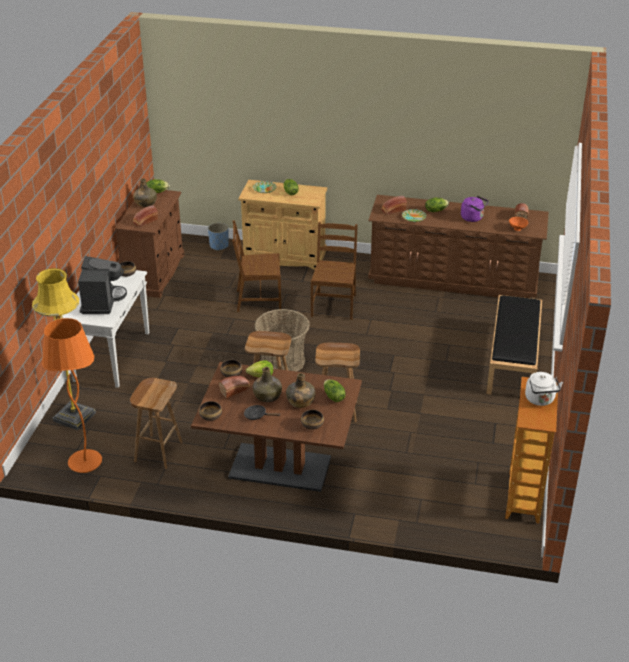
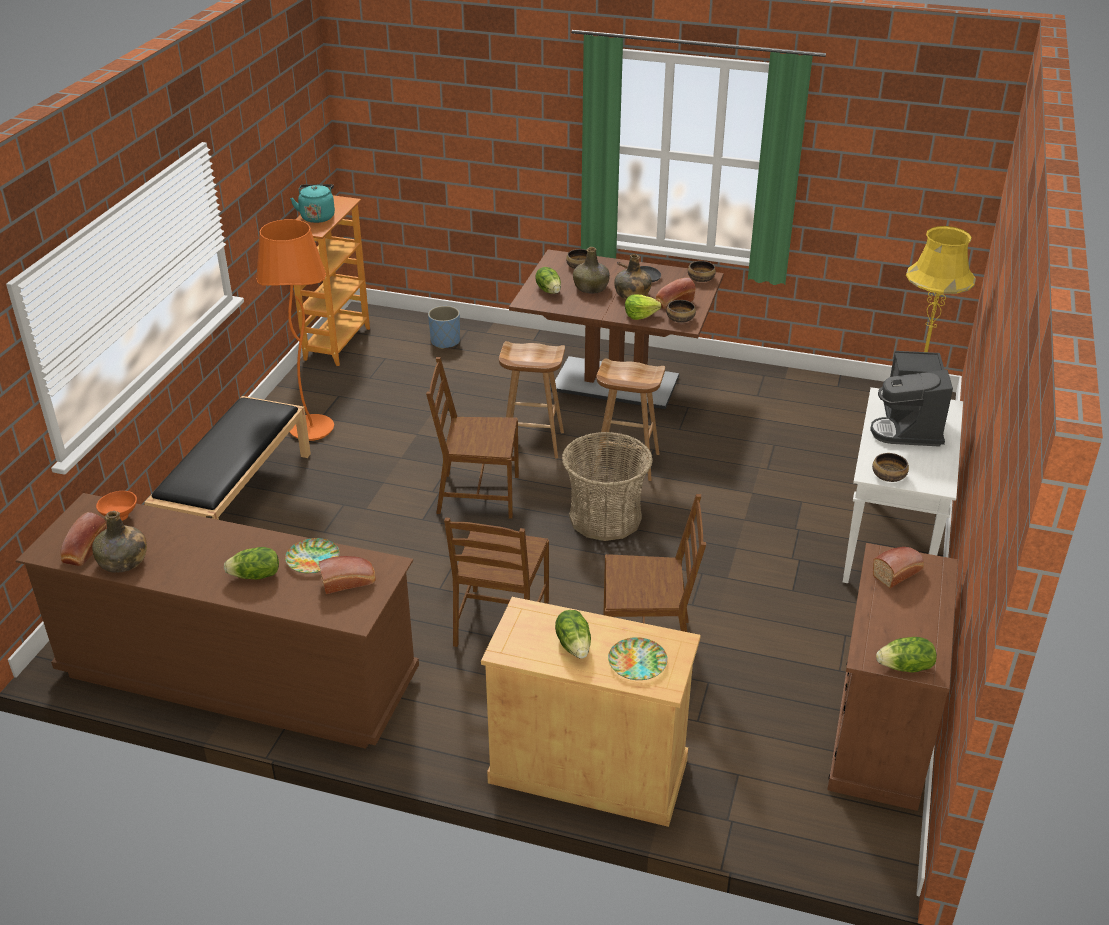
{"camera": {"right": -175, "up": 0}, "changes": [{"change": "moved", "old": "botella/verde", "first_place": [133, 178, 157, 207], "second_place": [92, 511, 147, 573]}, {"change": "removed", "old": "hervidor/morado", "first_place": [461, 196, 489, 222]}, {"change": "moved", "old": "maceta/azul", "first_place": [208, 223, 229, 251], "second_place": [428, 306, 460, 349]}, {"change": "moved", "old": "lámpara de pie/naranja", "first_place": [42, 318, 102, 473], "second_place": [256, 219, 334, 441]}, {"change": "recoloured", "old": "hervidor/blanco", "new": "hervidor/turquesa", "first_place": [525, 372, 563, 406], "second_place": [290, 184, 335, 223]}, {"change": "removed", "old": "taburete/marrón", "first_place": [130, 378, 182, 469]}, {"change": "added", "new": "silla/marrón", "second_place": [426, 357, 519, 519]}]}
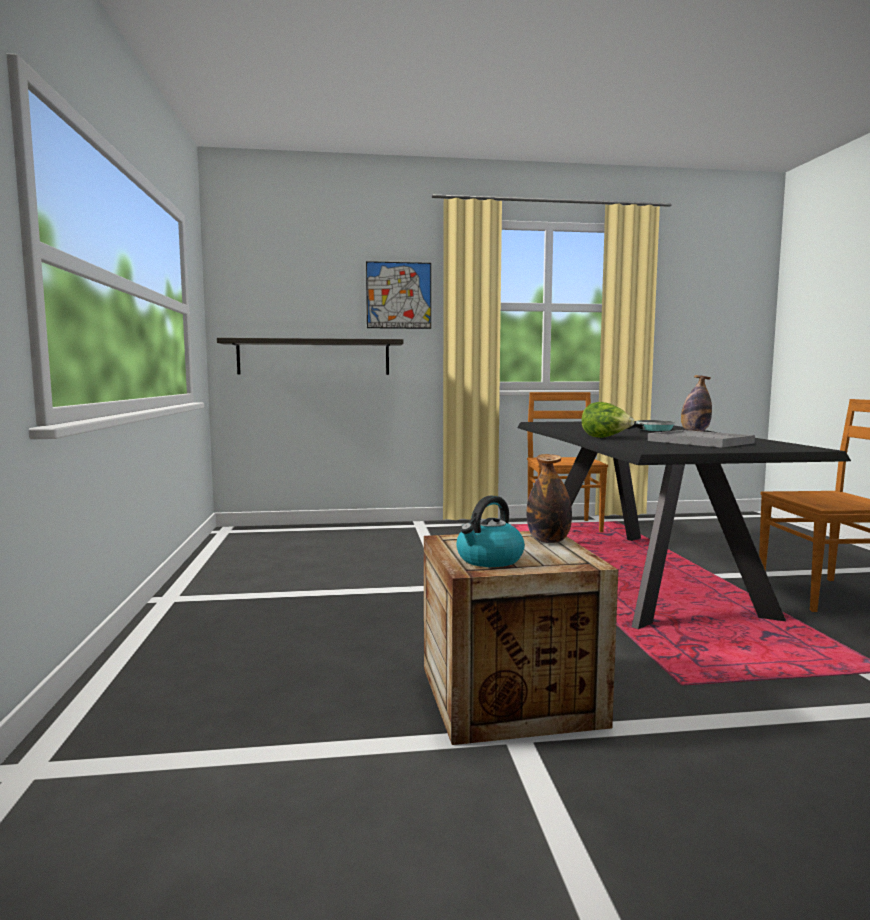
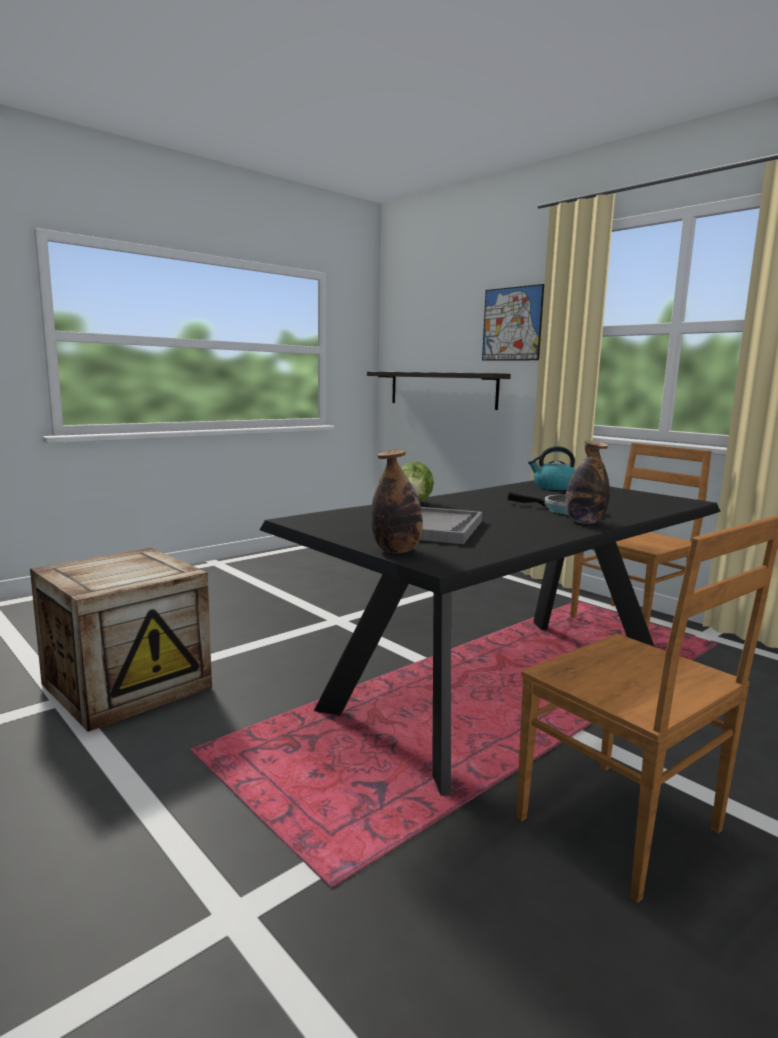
{"camera": {"right": 55, "up": 5}, "changes": [{"change": "moved", "old": "botella", "first_place": [526, 454, 572, 543], "second_place": [371, 449, 423, 553]}, {"change": "moved", "old": "hervidor", "first_place": [456, 495, 525, 567], "second_place": [528, 446, 575, 490]}]}
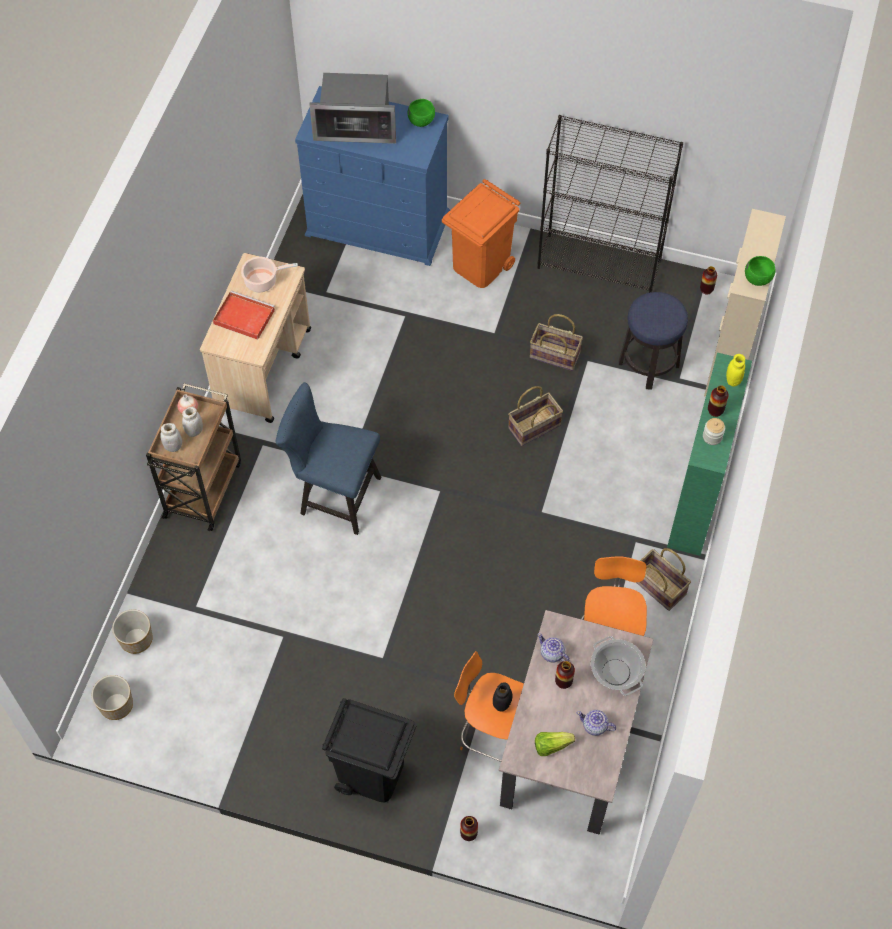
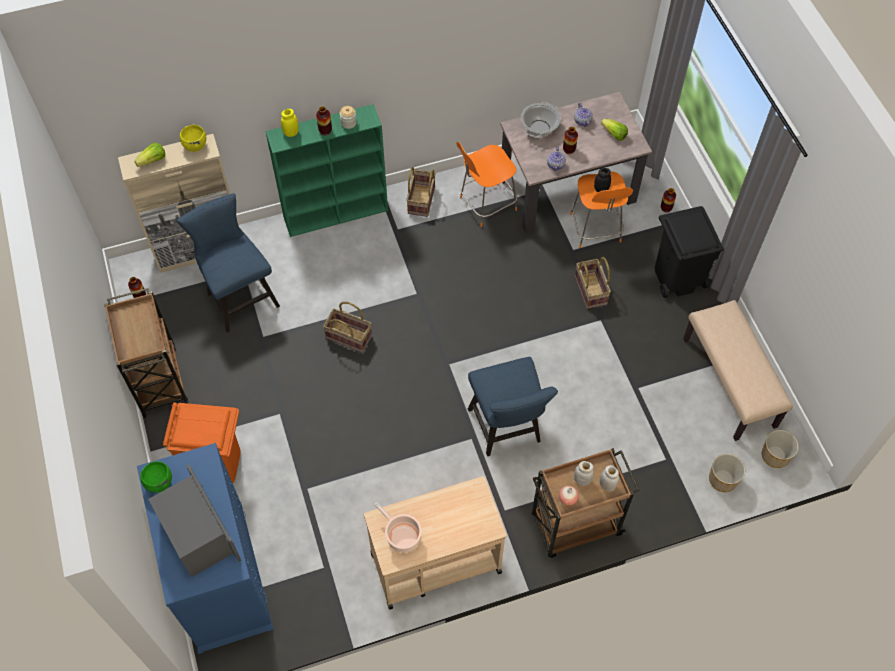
{"camera": {"right": -125, "up": 0}, "changes": [{"change": "replaced", "old": "estantería/negro", "new": "carrito/marrón", "first_place": [537, 115, 683, 293], "second_place": [104, 288, 189, 418]}, {"change": "recoloured", "old": "cuenco/verde", "new": "cuenco/amarillo", "first_place": [745, 256, 775, 286], "second_place": [180, 125, 206, 152]}, {"change": "removed", "old": "bandeja/rojo", "first_place": [213, 290, 275, 340]}, {"change": "replaced", "old": "taburete", "new": "silla/azul", "first_place": [619, 292, 688, 390], "second_place": [176, 193, 280, 332]}, {"change": "moved", "old": "cesta", "first_place": [530, 314, 583, 371], "second_place": [575, 257, 611, 309]}, {"change": "added", "new": "lechuga", "second_place": [135, 143, 165, 167]}, {"change": "added", "new": "banco/beis", "second_place": [683, 300, 793, 441]}]}
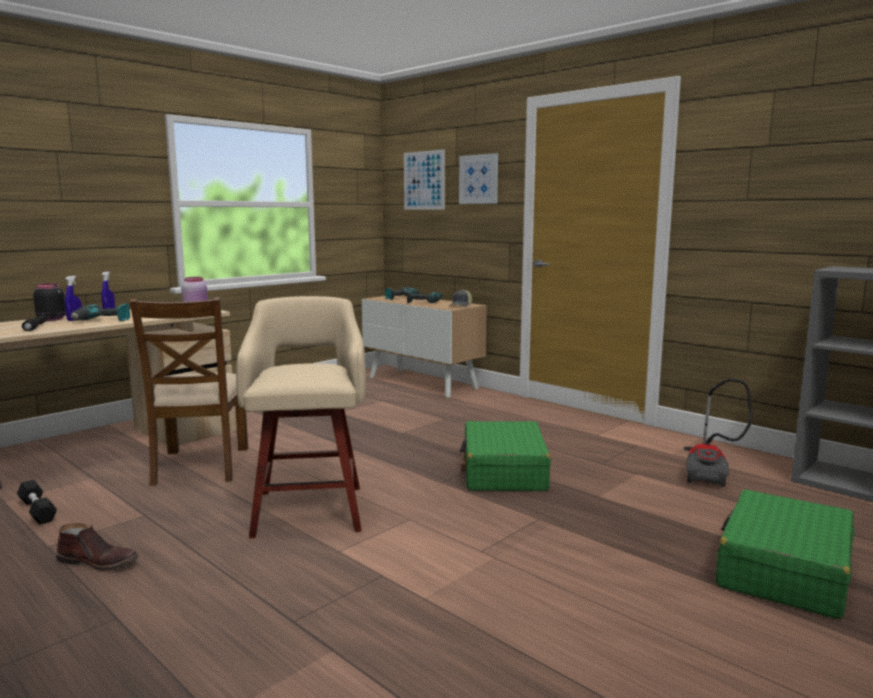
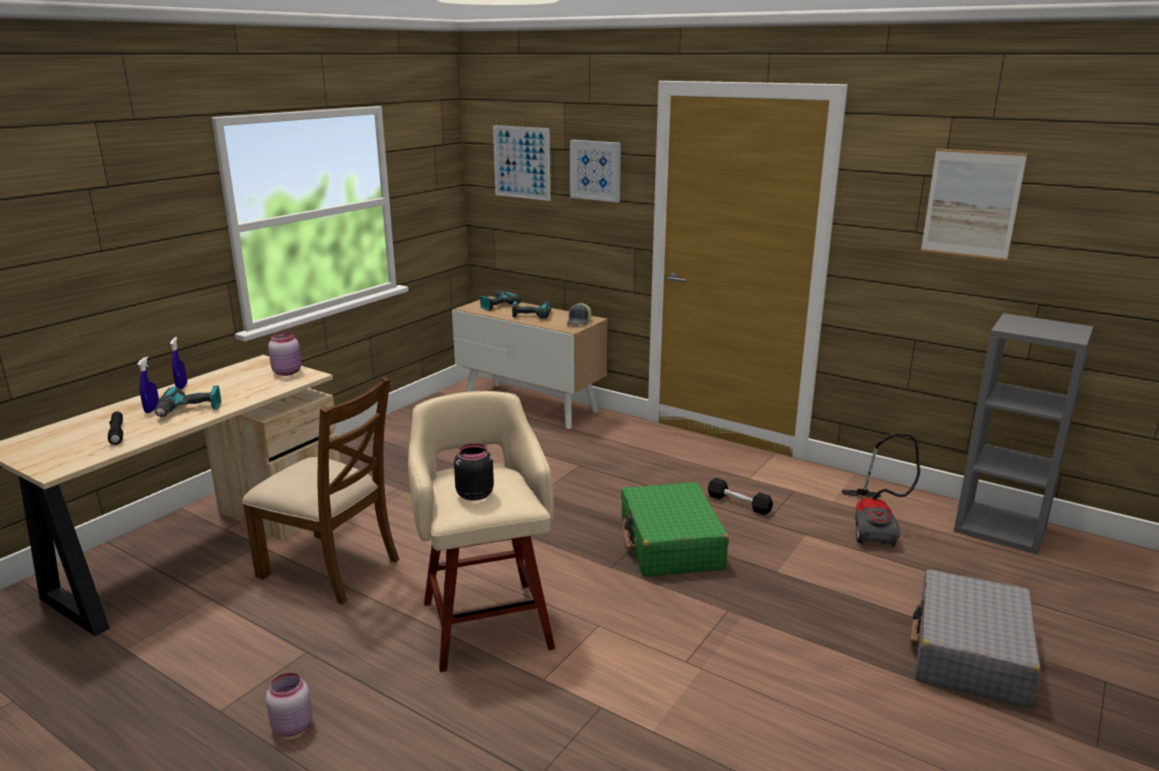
{"camera": {"right": -10, "up": 10}, "changes": [{"change": "moved", "old": "tarro/negro", "first_place": [33, 283, 66, 321], "second_place": [454, 443, 494, 501]}, {"change": "turned", "old": "silla/marrón", "first_place": [130, 298, 248, 486], "second_place": [242, 376, 399, 604], "degrees": -45}, {"change": "moved", "old": "mancuerna/negro", "first_place": [17, 480, 57, 525], "second_place": [708, 478, 773, 515]}, {"change": "recoloured", "old": "maleta/verde", "new": "maleta/gris", "first_place": [716, 490, 855, 619], "second_place": [910, 569, 1041, 708]}, {"change": "replaced", "old": "bota/marrón", "new": "tarro/rosa", "first_place": [56, 523, 139, 571], "second_place": [266, 673, 312, 737]}, {"change": "added", "new": "cuadro", "second_place": [921, 149, 1027, 261]}]}
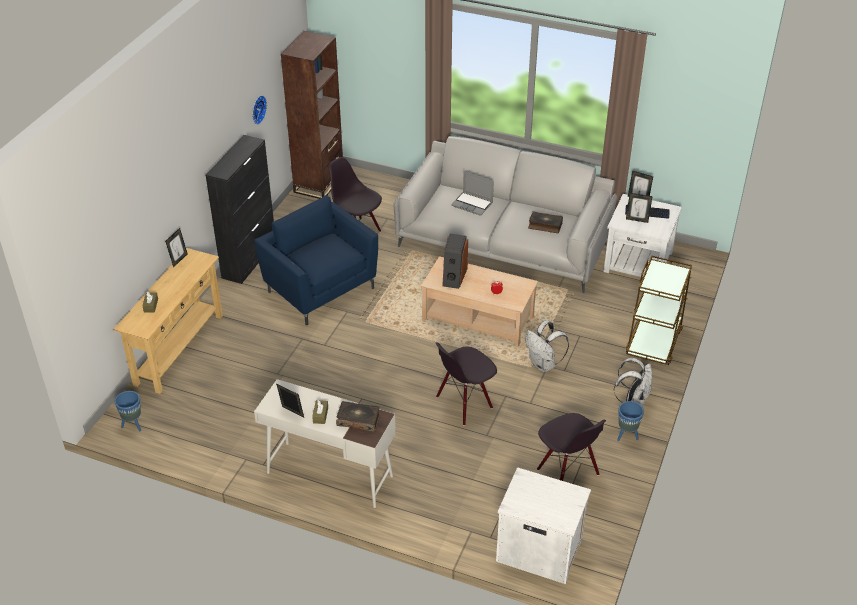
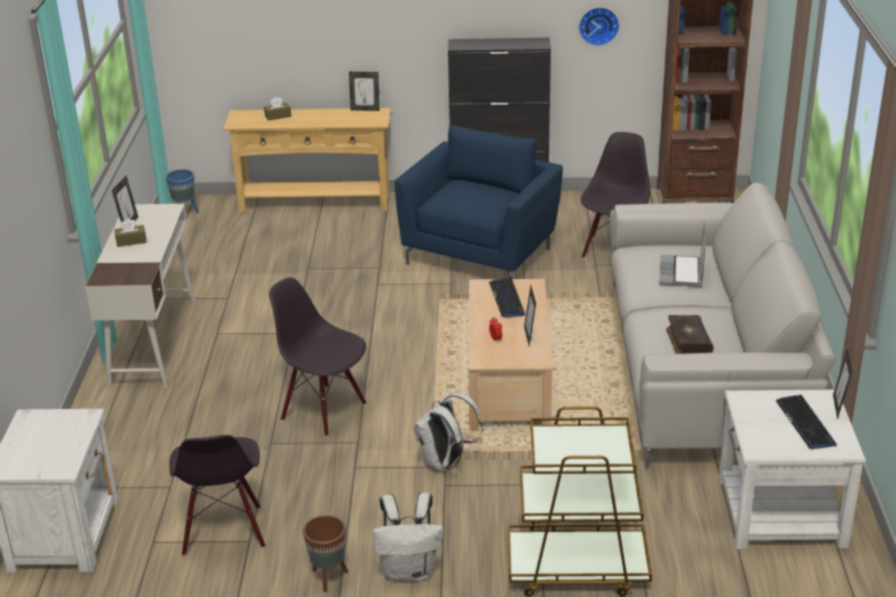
{"camera": {"right": 70, "up": -10}, "changes": [{"change": "moved", "old": "portarretratos", "first_place": [626, 193, 653, 223], "second_place": [524, 285, 536, 347]}, {"change": "replaced", "old": "altavoz", "new": "teclado", "first_place": [442, 233, 468, 289], "second_place": [489, 278, 525, 318]}, {"change": "removed", "old": "libro", "first_place": [336, 401, 380, 432]}, {"change": "recoloured", "old": "maceta/azul", "new": "maceta/marrón", "first_place": [617, 401, 644, 441], "second_place": [303, 515, 348, 592]}, {"change": "turned", "old": "silla/negro", "first_place": [537, 413, 606, 481], "second_place": [169, 435, 265, 556], "degrees": -45}]}
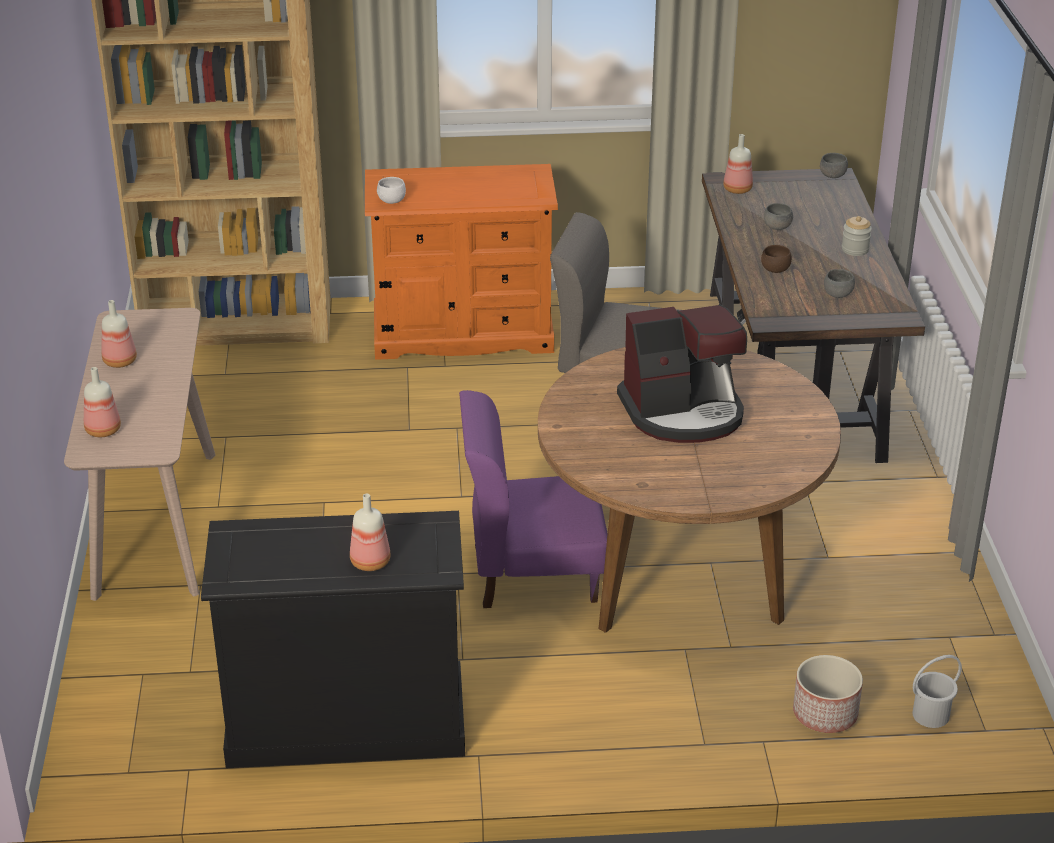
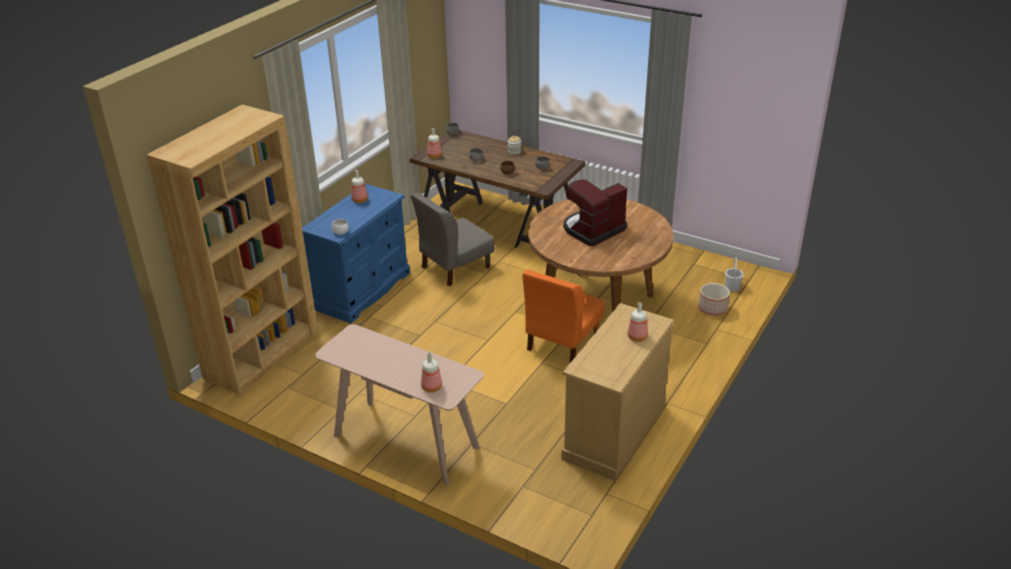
{"camera": {"right": -55, "up": 0}, "changes": [{"change": "recoloured", "old": "cómoda/naranja", "new": "cómoda/azul", "first_place": [365, 164, 558, 360], "second_place": [302, 184, 410, 324]}, {"change": "moved", "old": "botella", "first_place": [102, 300, 137, 368], "second_place": [351, 170, 368, 203]}, {"change": "turned", "old": "cafetera", "first_place": [617, 304, 747, 443], "second_place": [563, 179, 627, 246], "degrees": -150}, {"change": "recoloured", "old": "silla/morado", "new": "silla/naranja", "first_place": [459, 390, 608, 608], "second_place": [523, 270, 605, 364]}, {"change": "recoloured", "old": "cómoda/negro", "new": "cómoda/beis", "first_place": [201, 511, 465, 768], "second_place": [561, 303, 674, 481]}]}
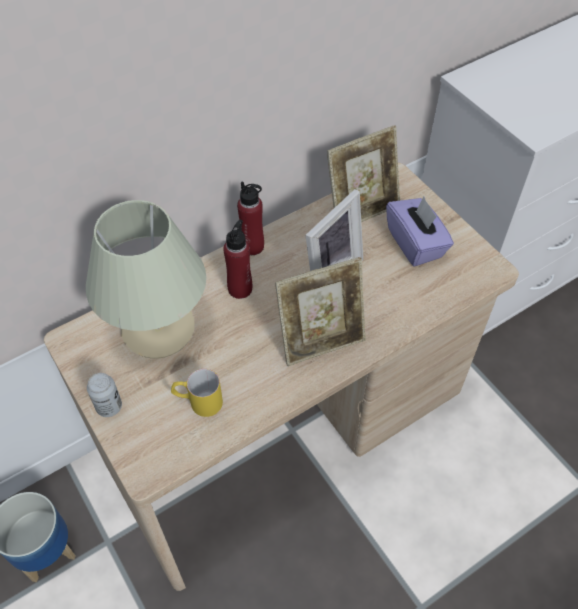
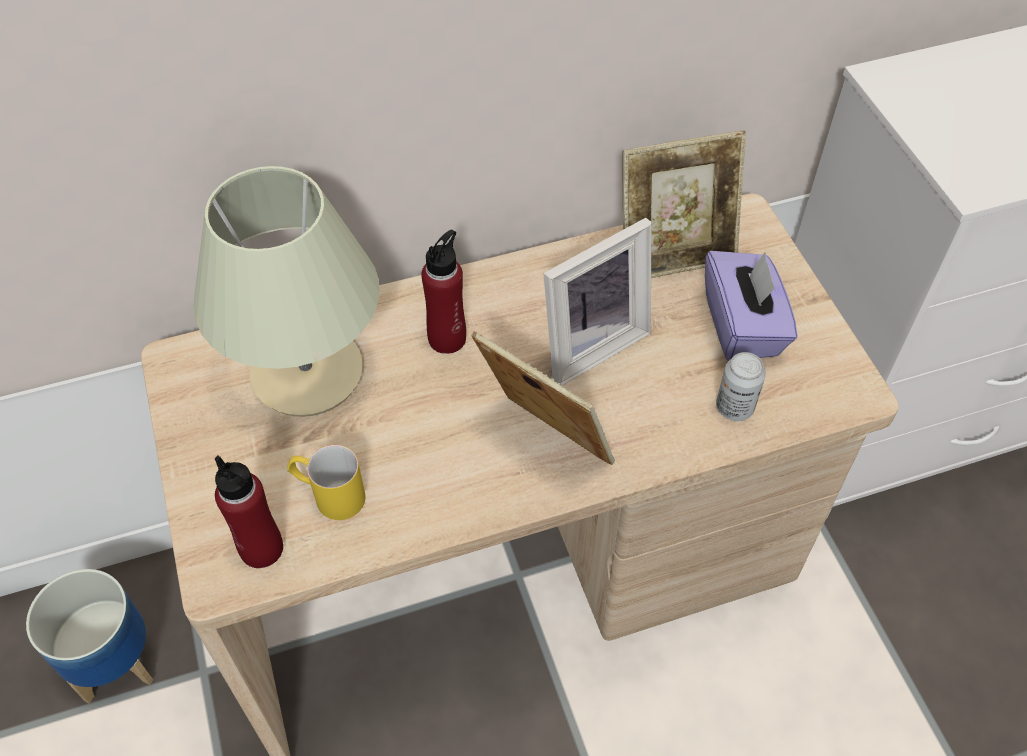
{"camera": {"right": 15, "up": 0}, "changes": [{"change": "moved", "old": "botella/rojo", "first_place": [237, 182, 264, 255], "second_place": [215, 456, 283, 568]}, {"change": "turned", "old": "portarretratos", "first_place": [275, 257, 366, 366], "second_place": [471, 331, 615, 465], "degrees": -135}, {"change": "moved", "old": "lata", "first_place": [87, 373, 122, 417], "second_place": [716, 352, 766, 421]}]}
